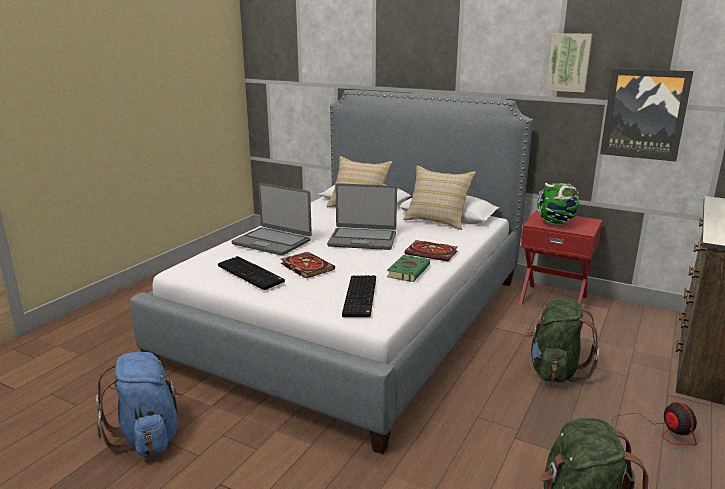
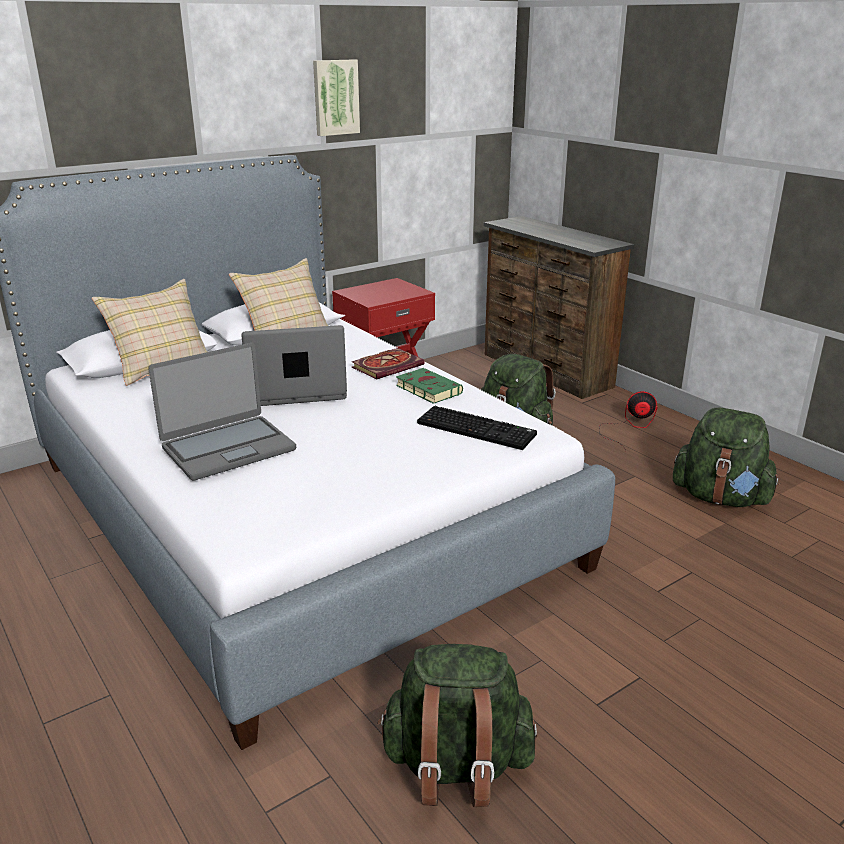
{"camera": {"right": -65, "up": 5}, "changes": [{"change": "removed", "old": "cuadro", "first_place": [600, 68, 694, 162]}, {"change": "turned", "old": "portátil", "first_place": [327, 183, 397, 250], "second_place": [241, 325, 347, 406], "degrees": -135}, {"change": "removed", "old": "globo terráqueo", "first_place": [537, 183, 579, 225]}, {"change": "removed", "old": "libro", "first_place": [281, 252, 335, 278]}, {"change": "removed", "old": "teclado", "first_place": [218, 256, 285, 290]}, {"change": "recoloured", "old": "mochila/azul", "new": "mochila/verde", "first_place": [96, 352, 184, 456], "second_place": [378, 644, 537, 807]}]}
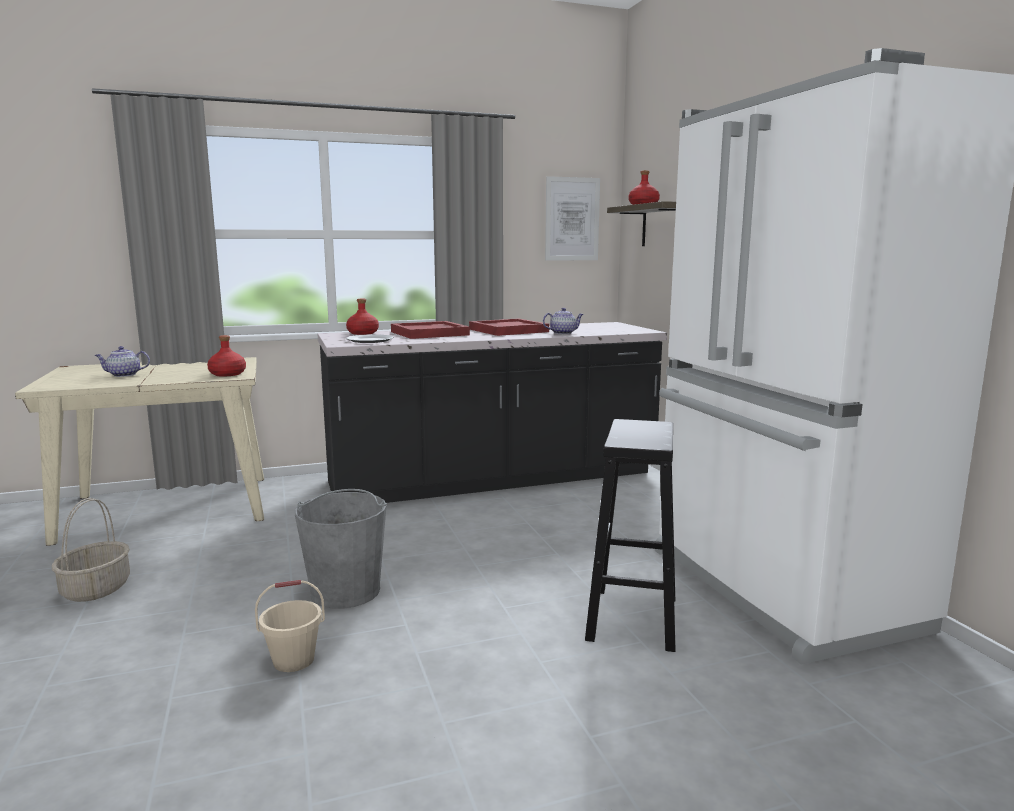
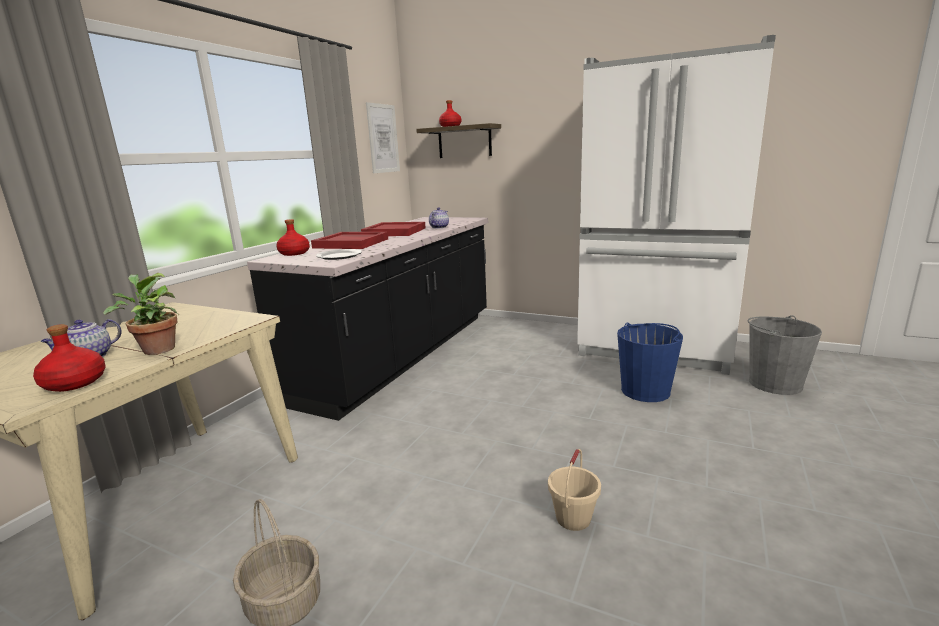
{"camera": {"right": -45, "up": 5}, "changes": [{"change": "moved", "old": "botella/rojo", "first_place": [207, 335, 246, 377], "second_place": [33, 324, 106, 392]}, {"change": "replaced", "old": "taburete/negro", "new": "cubo/azul", "first_place": [585, 419, 675, 652], "second_place": [617, 323, 683, 402]}, {"change": "moved", "old": "cubo/gris", "first_place": [294, 489, 387, 609], "second_place": [747, 315, 822, 395]}, {"change": "added", "new": "planta en maceta", "second_place": [103, 273, 179, 355]}]}
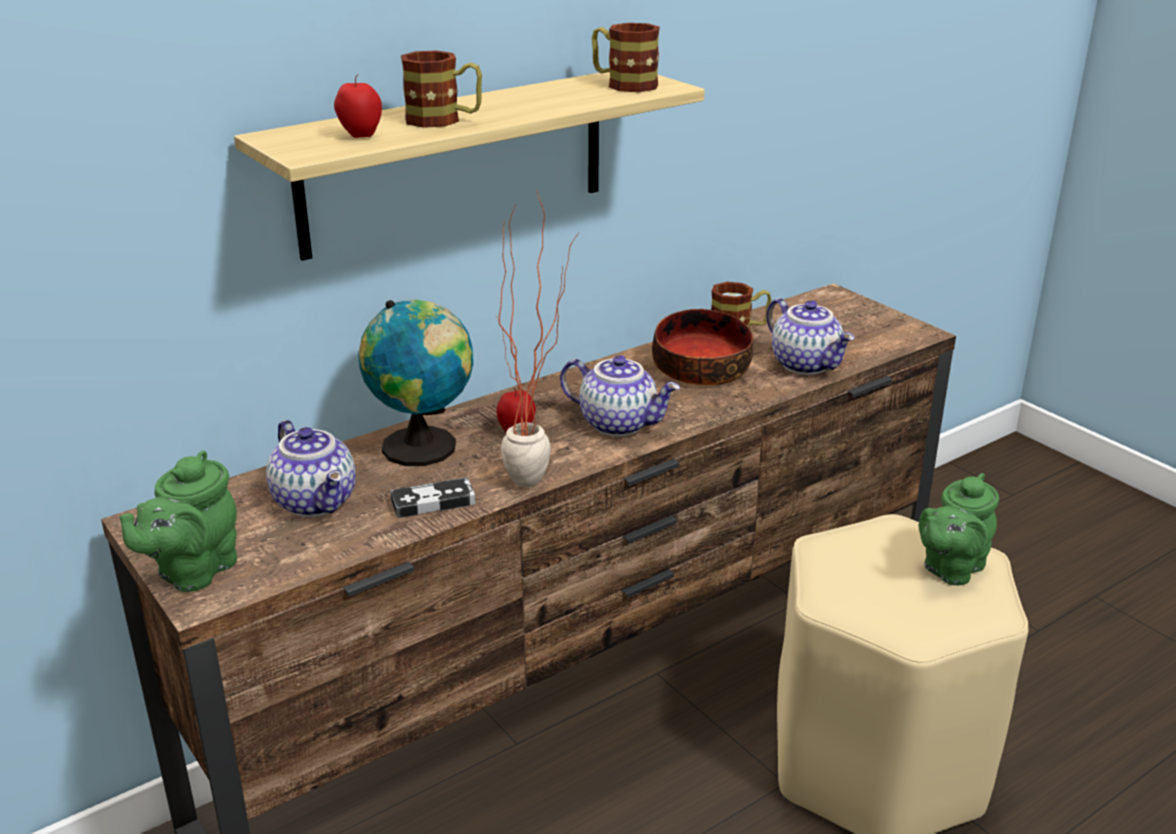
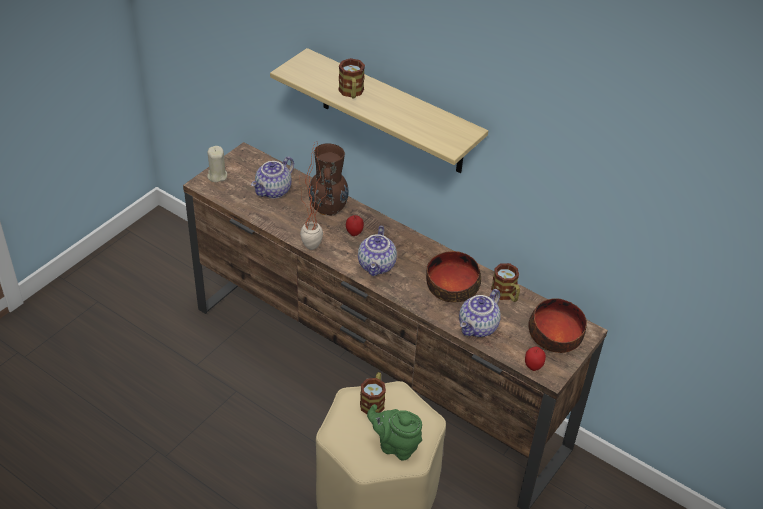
{"camera": {"right": 70, "up": 15}, "changes": [{"change": "moved", "old": "taza grande", "first_place": [592, 23, 660, 92], "second_place": [360, 372, 386, 414]}, {"change": "moved", "old": "manzana", "first_place": [334, 74, 382, 138], "second_place": [525, 347, 546, 371]}, {"change": "replaced", "old": "globo terráqueo", "new": "florero/marrón", "first_place": [358, 299, 473, 466], "second_place": [308, 143, 348, 216]}, {"change": "replaced", "old": "tetera/verde", "new": "vela/beis", "first_place": [119, 450, 237, 592], "second_place": [207, 146, 227, 182]}, {"change": "removed", "old": "mando de consola", "first_place": [390, 477, 475, 518]}, {"change": "added", "new": "cuenco", "second_place": [528, 298, 587, 353]}]}
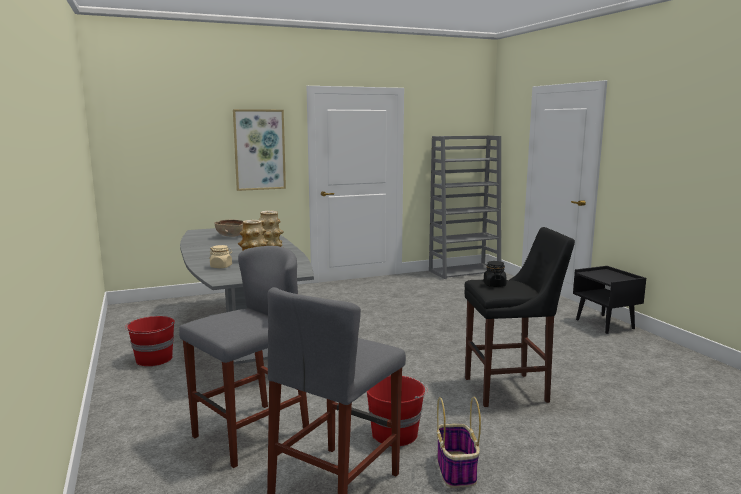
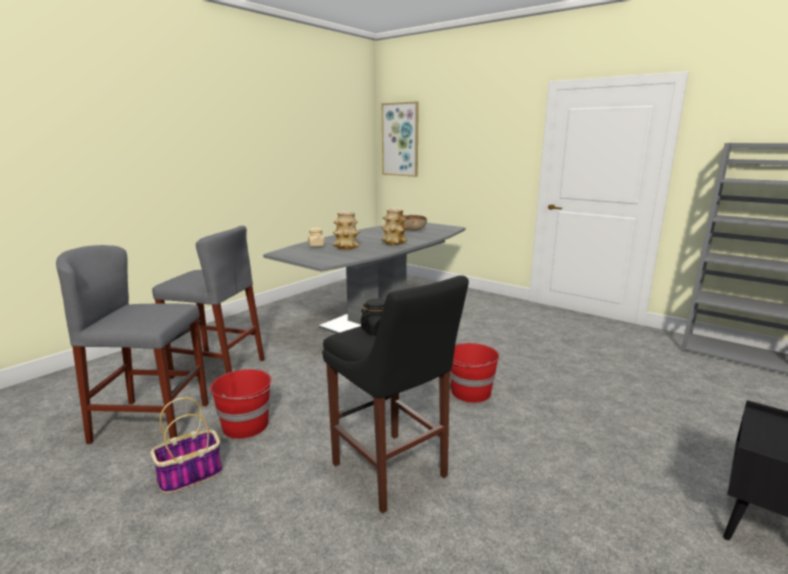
{"camera": {"right": 60, "up": 5}, "changes": [{"change": "moved", "old": "cuadro", "first_place": [233, 109, 286, 191], "second_place": [382, 101, 419, 177]}, {"change": "moved", "old": "cubo/rojo", "first_place": [125, 316, 175, 366], "second_place": [450, 343, 499, 403]}]}
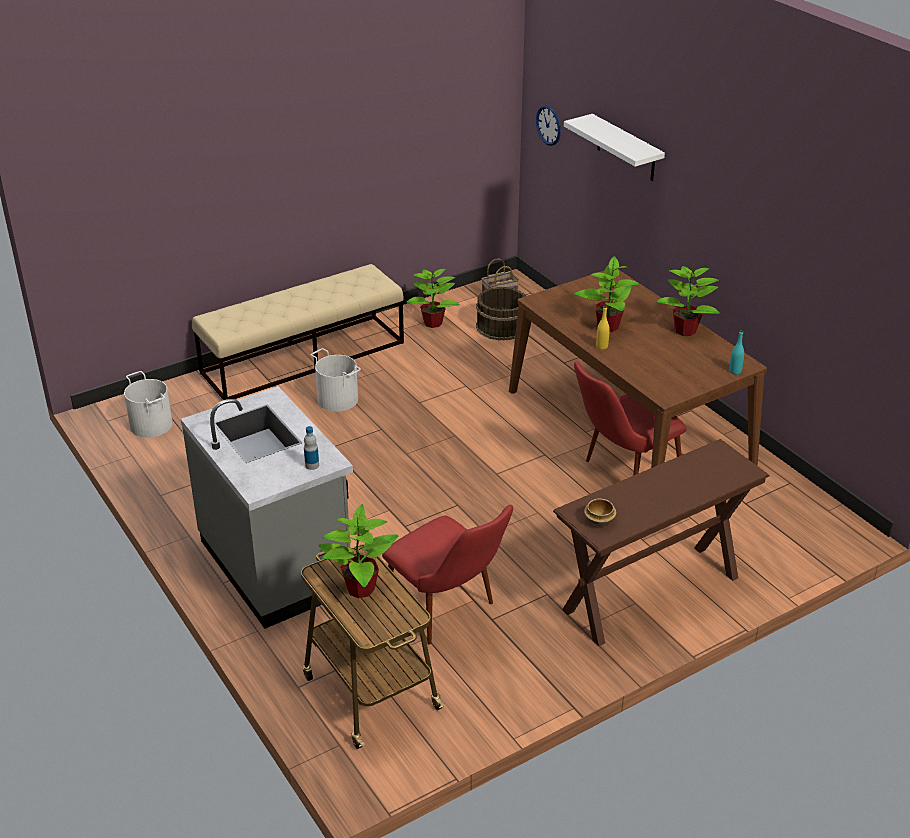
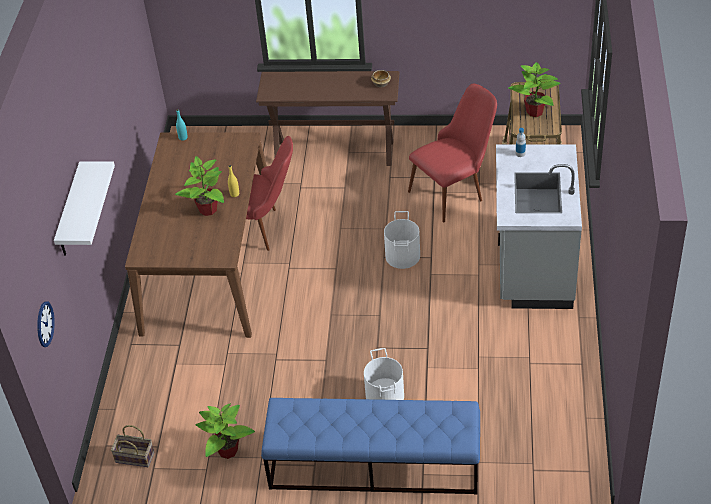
{"camera": {"right": -140, "up": 10}, "changes": [{"change": "recoloured", "old": "banco/beis", "new": "banco/azul", "first_place": [192, 264, 404, 400], "second_place": [261, 398, 480, 494]}, {"change": "removed", "old": "planta en maceta", "first_place": [656, 266, 720, 336]}, {"change": "removed", "old": "cubo/marrón", "first_place": [476, 287, 526, 340]}, {"change": "moved", "old": "cubo/blanco", "first_place": [124, 371, 173, 438], "second_place": [384, 211, 420, 269]}, {"change": "turned", "old": "silla/rojo", "first_place": [382, 505, 513, 645], "second_place": [408, 84, 497, 223], "degrees": 60}]}
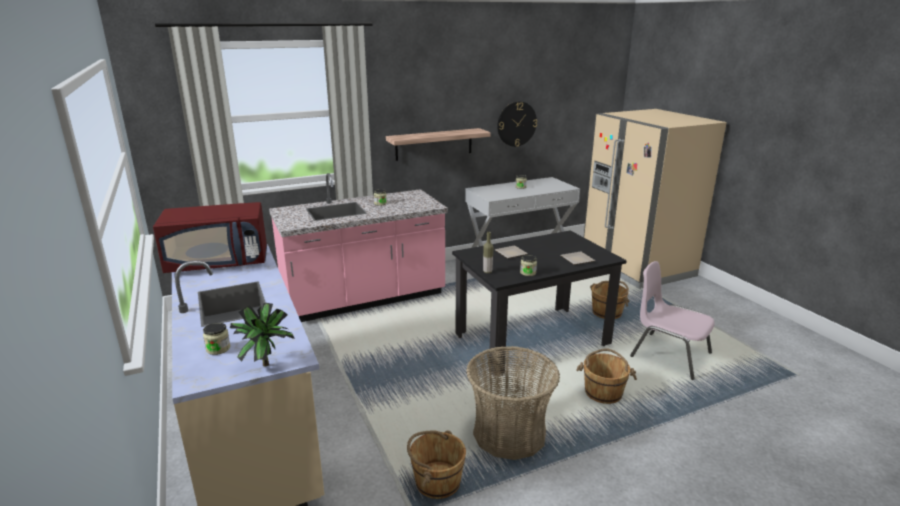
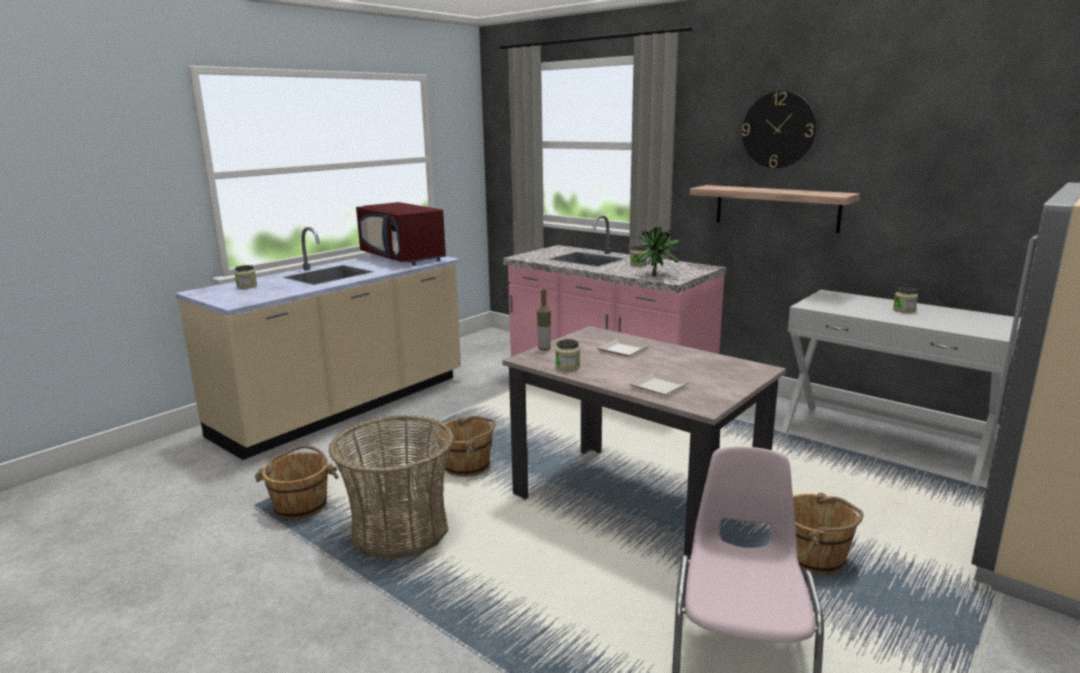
{"camera": {"right": 65, "up": -5}, "changes": [{"change": "moved", "old": "reloj de pared", "first_place": [497, 101, 537, 147], "second_place": [742, 91, 816, 168]}, {"change": "recoloured", "old": "mesa de comedor/negro", "new": "mesa de comedor/beis", "first_place": [452, 230, 627, 376], "second_place": [502, 326, 786, 566]}, {"change": "moved", "old": "planta en maceta", "first_place": [230, 303, 295, 366], "second_place": [636, 227, 681, 276]}, {"change": "moved", "old": "cubo/marrón", "first_place": [576, 348, 637, 404], "second_place": [437, 416, 496, 476]}]}
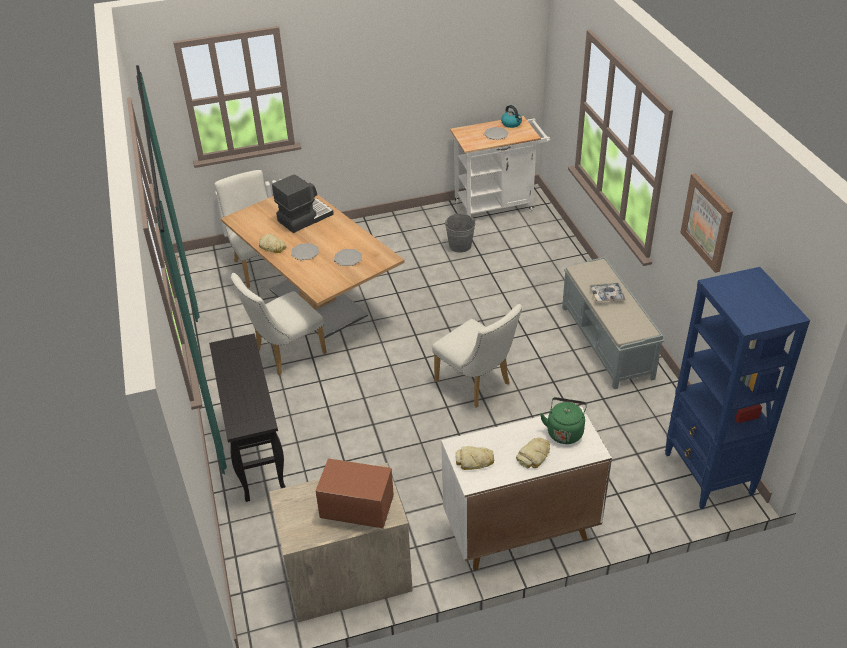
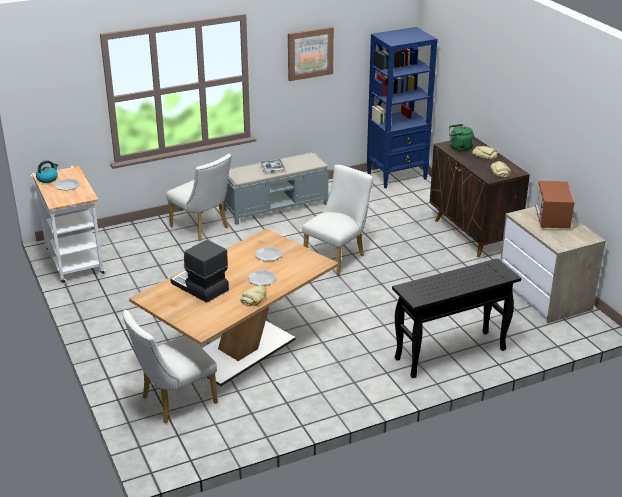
{"camera": {"right": -100, "up": -10}, "changes": [{"change": "removed", "old": "cubo/gris", "first_place": [445, 213, 475, 253]}, {"change": "moved", "old": "silla/blanco", "first_place": [231, 273, 327, 375], "second_place": [166, 154, 231, 241]}, {"change": "recoloured", "old": "armario/blanco", "new": "armario/marrón", "first_place": [441, 406, 612, 570], "second_place": [430, 137, 530, 257]}]}
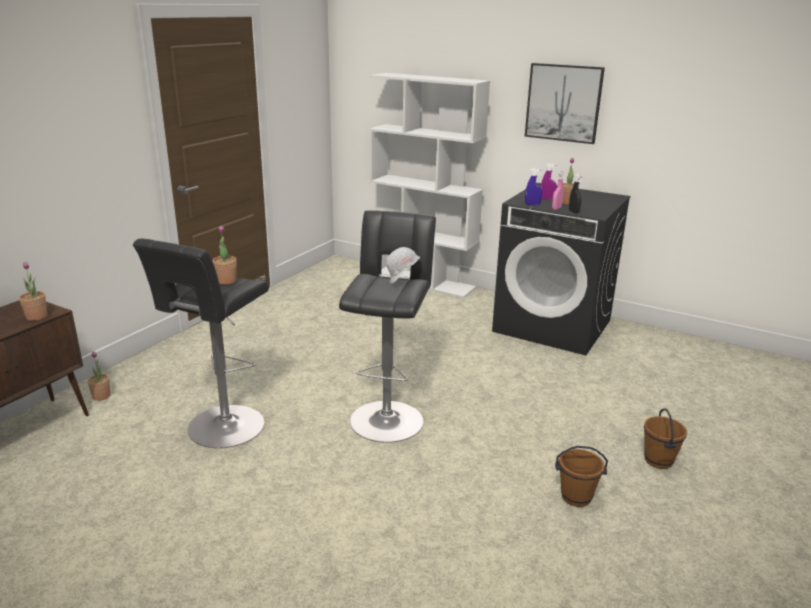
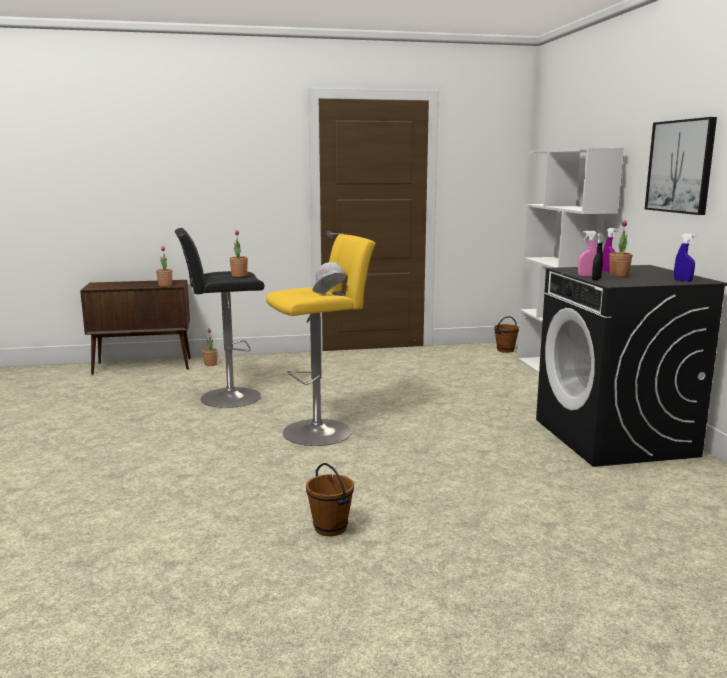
{"camera": {"right": 50, "up": -10}, "changes": [{"change": "moved", "old": "pulverizador/azul", "first_place": [525, 168, 543, 205], "second_place": [674, 233, 696, 282]}, {"change": "recoloured", "old": "taburete/negro", "new": "taburete/amarillo", "first_place": [339, 210, 436, 443], "second_place": [266, 234, 376, 446]}, {"change": "moved", "old": "cubo/marrón", "first_place": [644, 408, 687, 469], "second_place": [494, 316, 519, 353]}]}
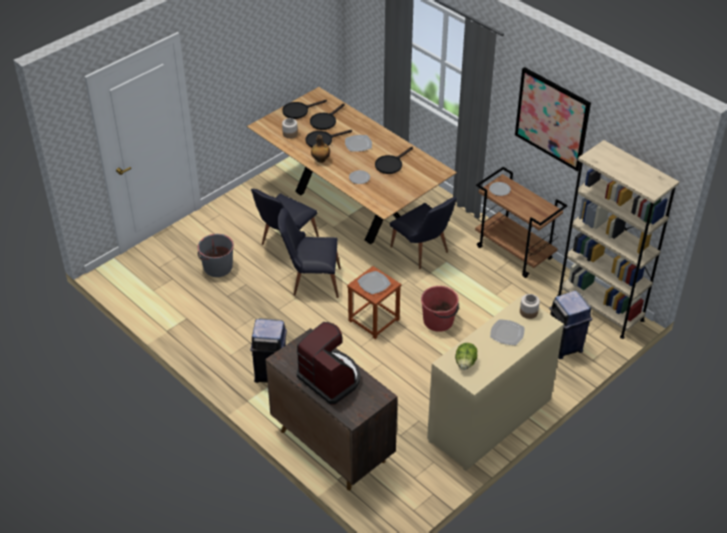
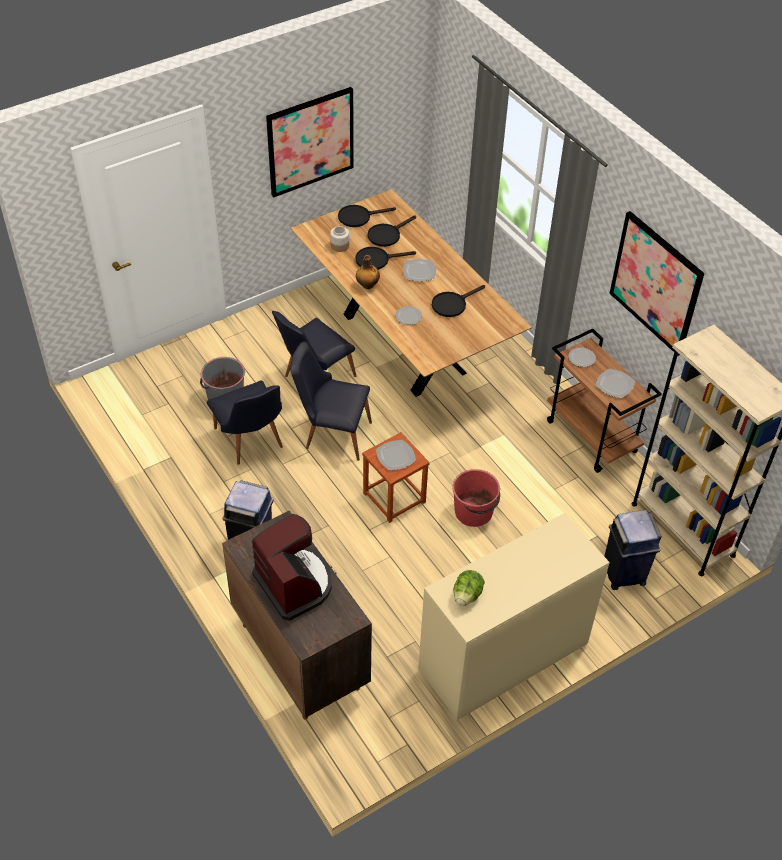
{"camera": {"right": 10, "up": 5}, "changes": [{"change": "moved", "old": "silla/negro", "first_place": [390, 197, 457, 269], "second_place": [207, 380, 283, 465]}, {"change": "removed", "old": "tarro", "first_place": [520, 294, 540, 319]}, {"change": "moved", "old": "plato", "first_place": [490, 319, 524, 345], "second_place": [595, 368, 635, 398]}, {"change": "added", "new": "cuadro", "second_place": [266, 87, 354, 197]}]}
